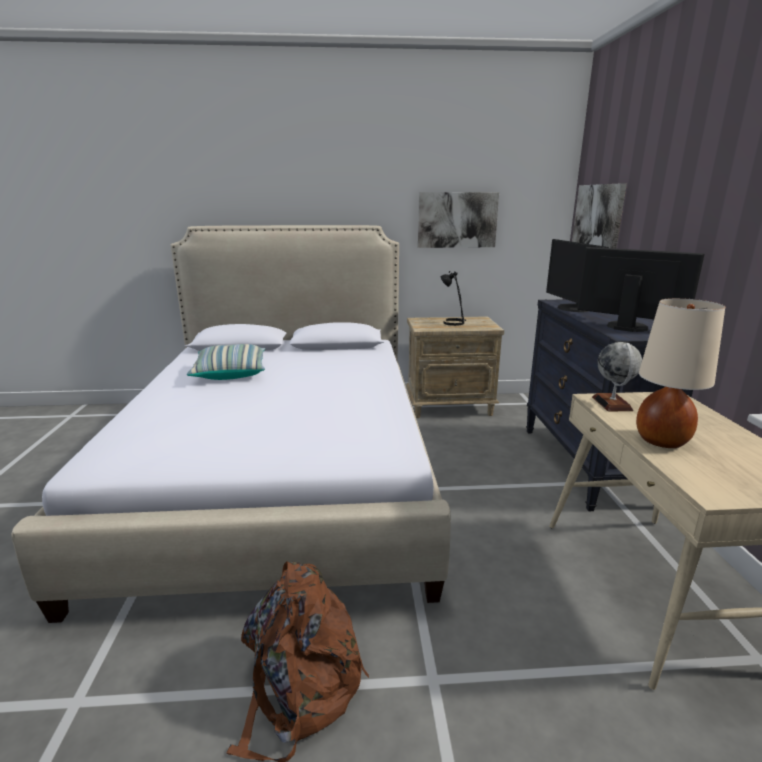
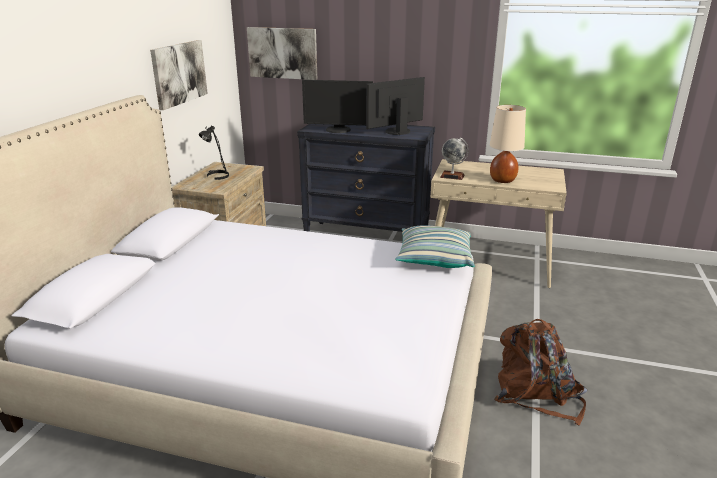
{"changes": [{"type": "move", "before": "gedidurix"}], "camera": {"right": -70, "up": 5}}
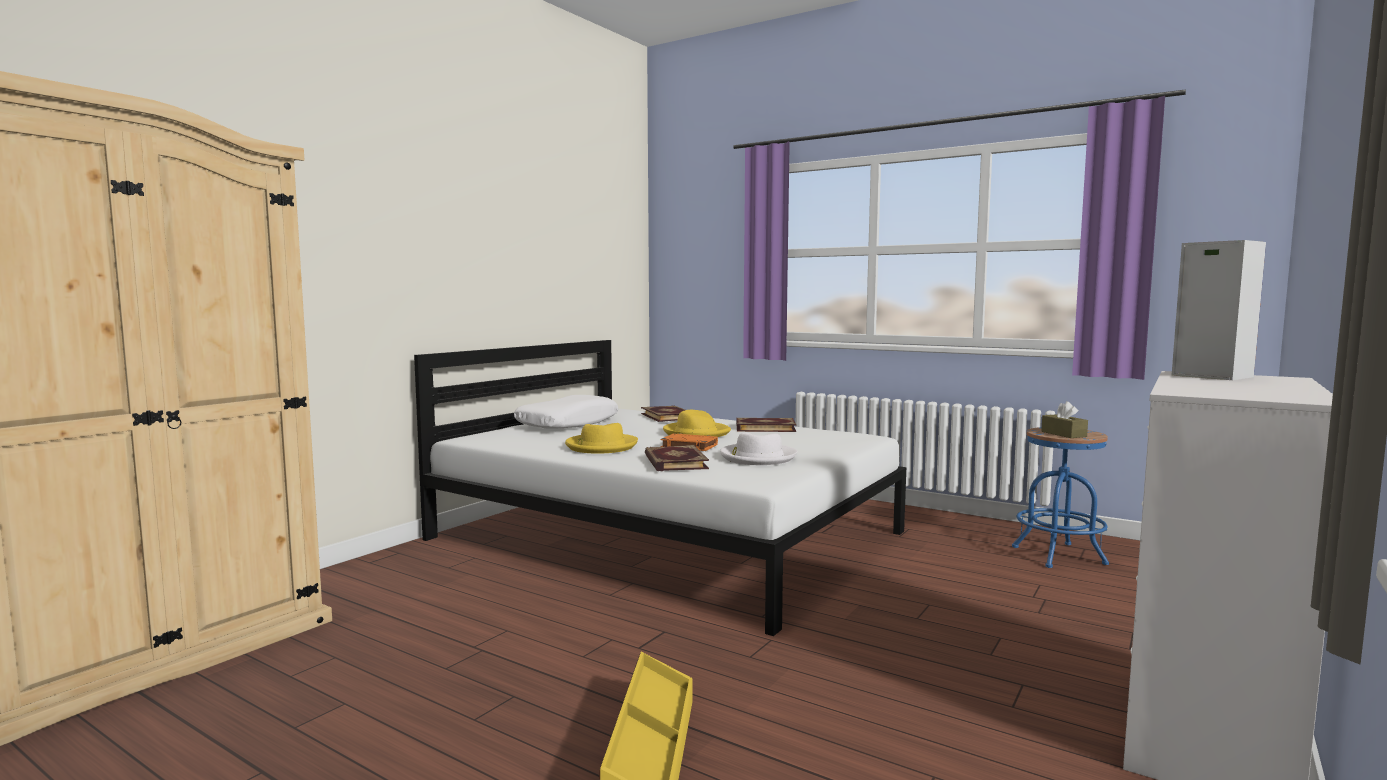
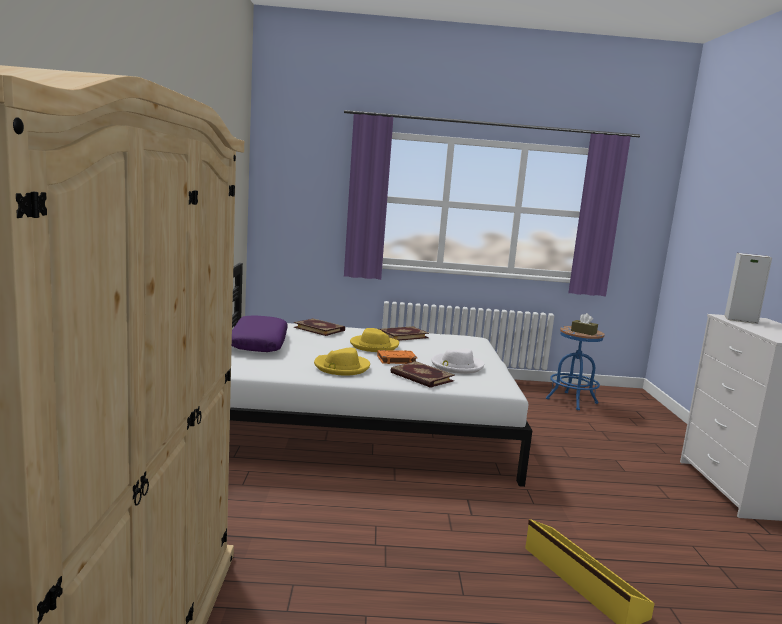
{"changes": [{"type": "recolor", "before": "gedidurix (white)", "after": "gedidurix (purple)"}], "camera": {"right": -35, "up": 5}}
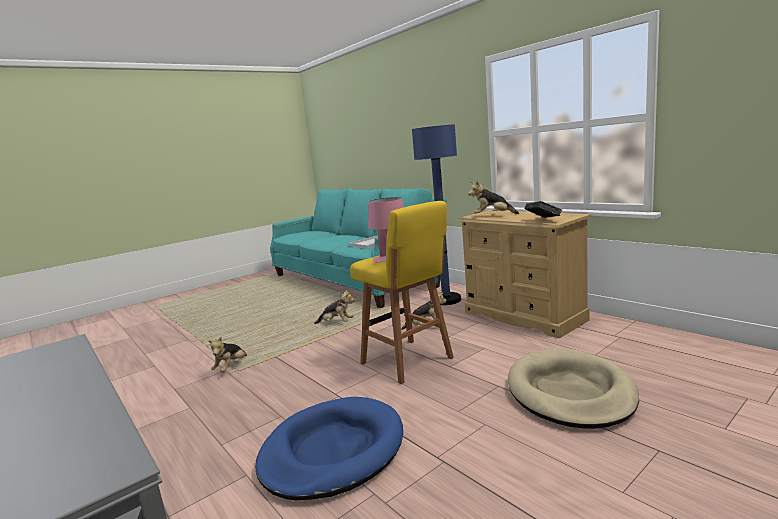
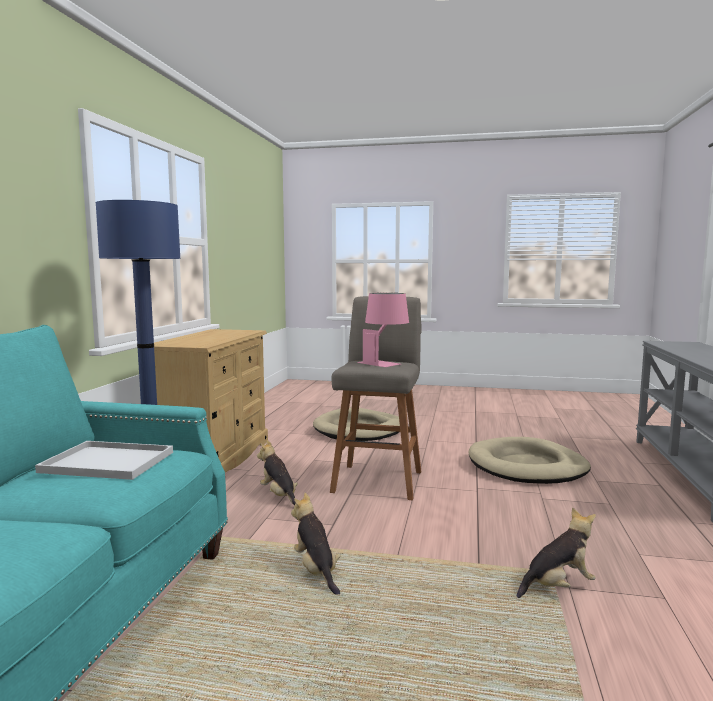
{"changes": [{"type": "recolor", "before": "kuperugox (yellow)", "after": "kuperugox (grey)"}, {"type": "recolor", "before": "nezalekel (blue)", "after": "nezalekel (beige) (2nd from left)"}, {"type": "delete", "before": "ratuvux (4th from left)"}, {"type": "delete", "before": "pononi"}], "camera": {"right": -130, "up": -5}}
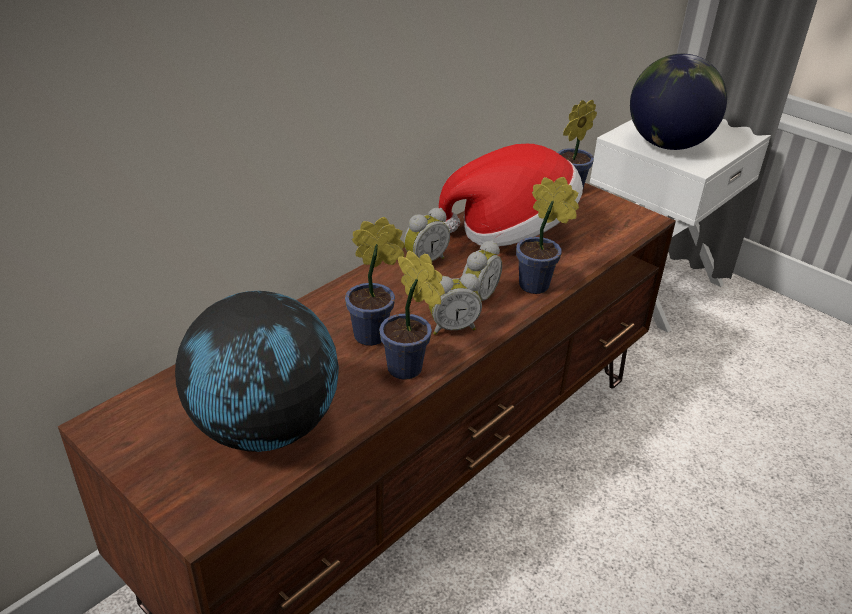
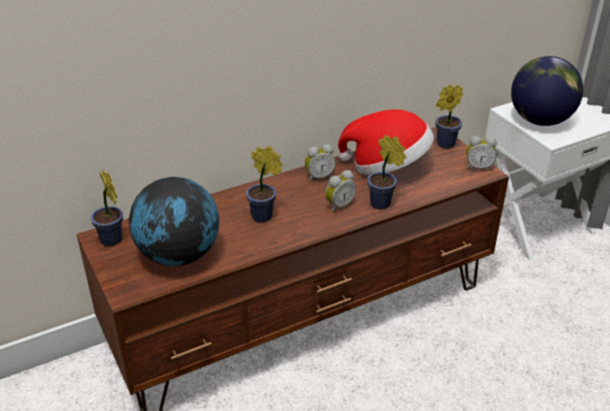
{"changes": [{"type": "move", "before": "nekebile (2nd from left in the first image)", "after": "nekebile (1st from left)"}, {"type": "move", "before": "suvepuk (2nd from left in the first image)", "after": "suvepuk (3rd from left)"}], "camera": {"right": 20, "up": 0}}
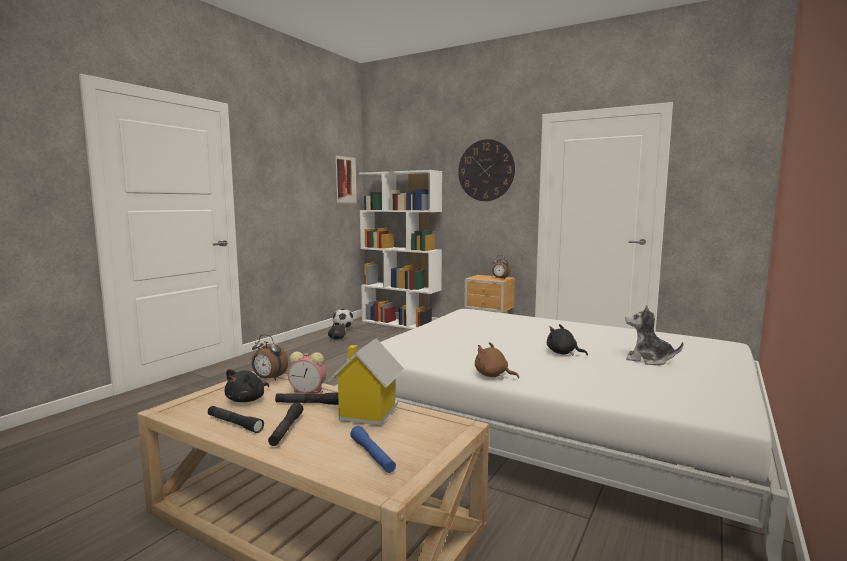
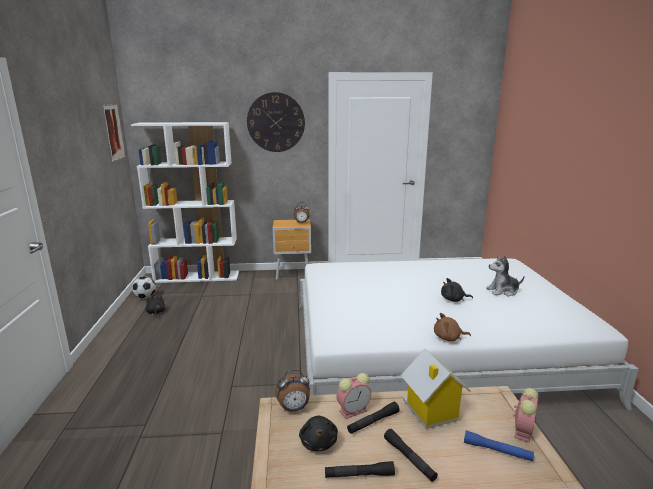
{"changes": [{"type": "insert", "after": "suvepuk (4th from left)"}], "camera": {"right": -35, "up": 10}}
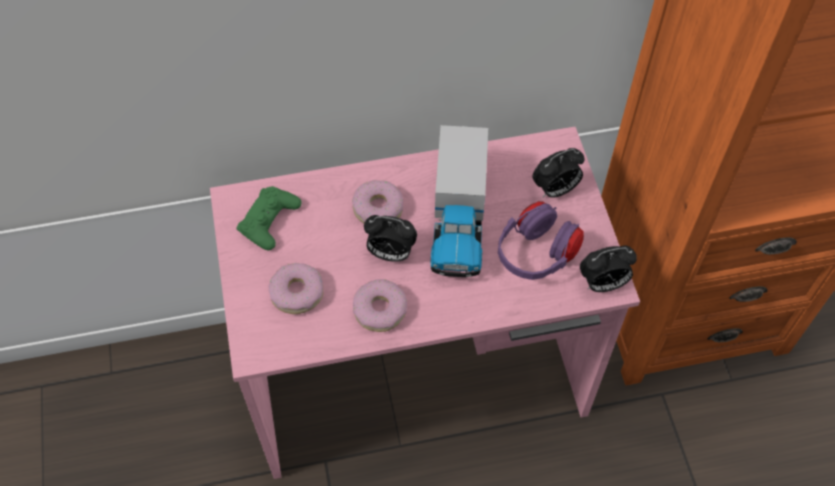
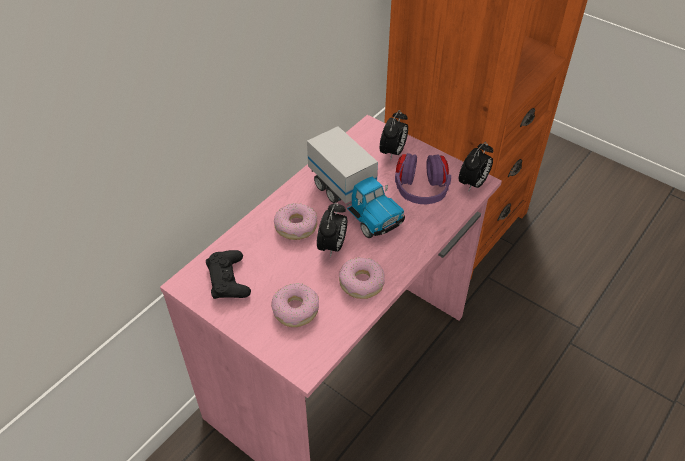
{"changes": [{"type": "recolor", "before": "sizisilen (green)", "after": "sizisilen (black)"}, {"type": "rotate", "before": "suvepuk (1st from left)", "turn": -45}], "camera": {"right": -40, "up": -10}}
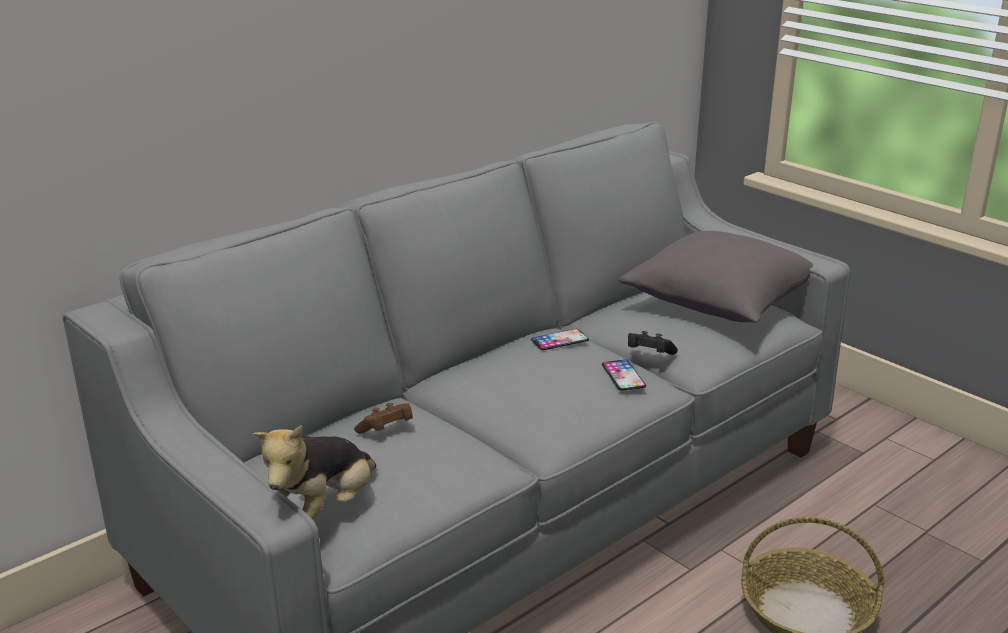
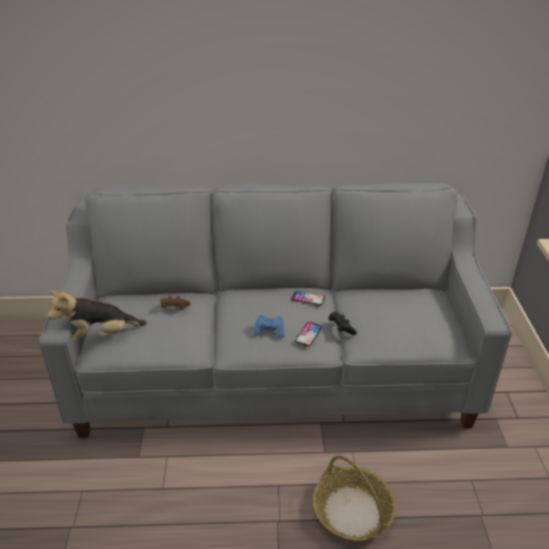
{"changes": [{"type": "insert", "after": "sizisilen (blue)"}, {"type": "delete", "before": "gedidurix (grey)"}], "camera": {"right": 40, "up": 10}}
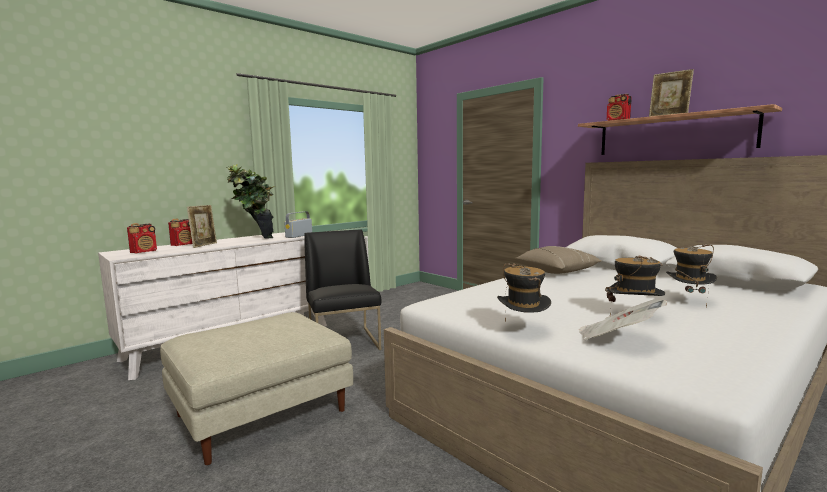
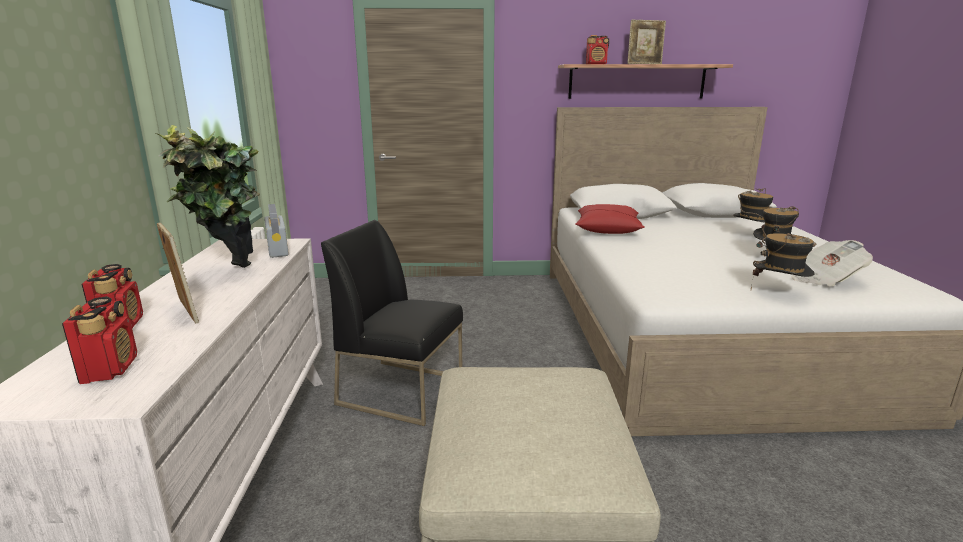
{"changes": [{"type": "recolor", "before": "gedidurix (beige)", "after": "gedidurix (red)"}], "camera": {"right": -50, "up": 10}}
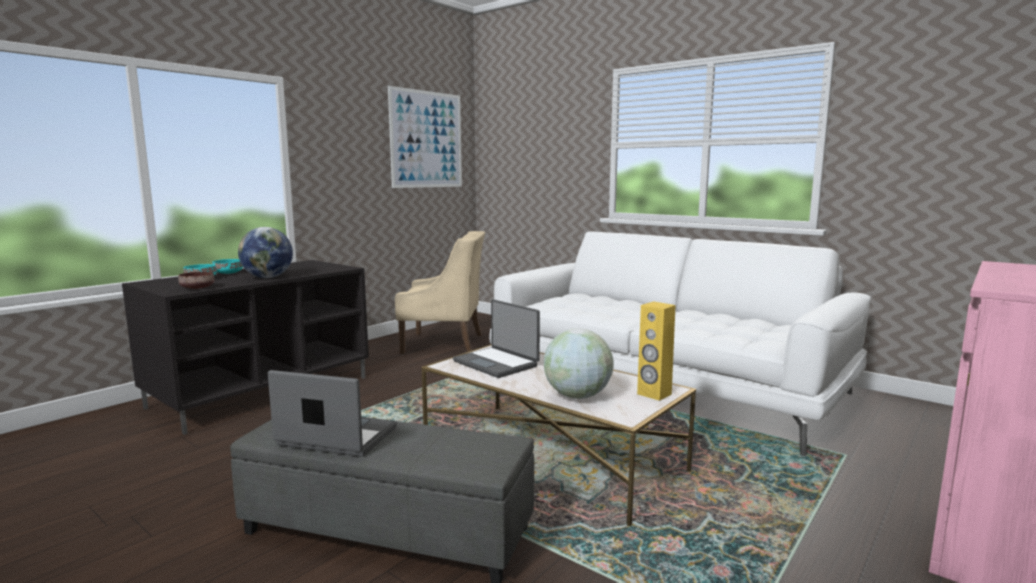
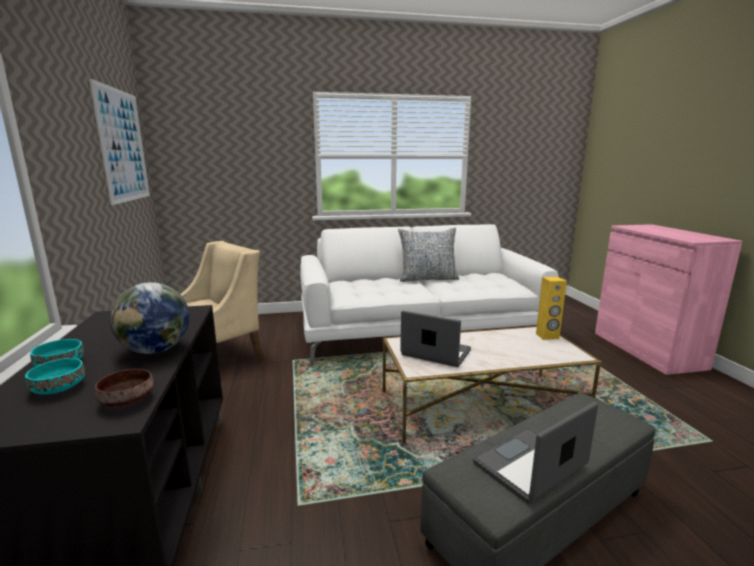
{"changes": [{"type": "insert", "after": "gedidurix"}, {"type": "rotate", "before": "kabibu (2nd from left in the first image)", "turn": -150}, {"type": "delete", "before": "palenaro (2nd from left)"}], "camera": {"right": -50, "up": 5}}
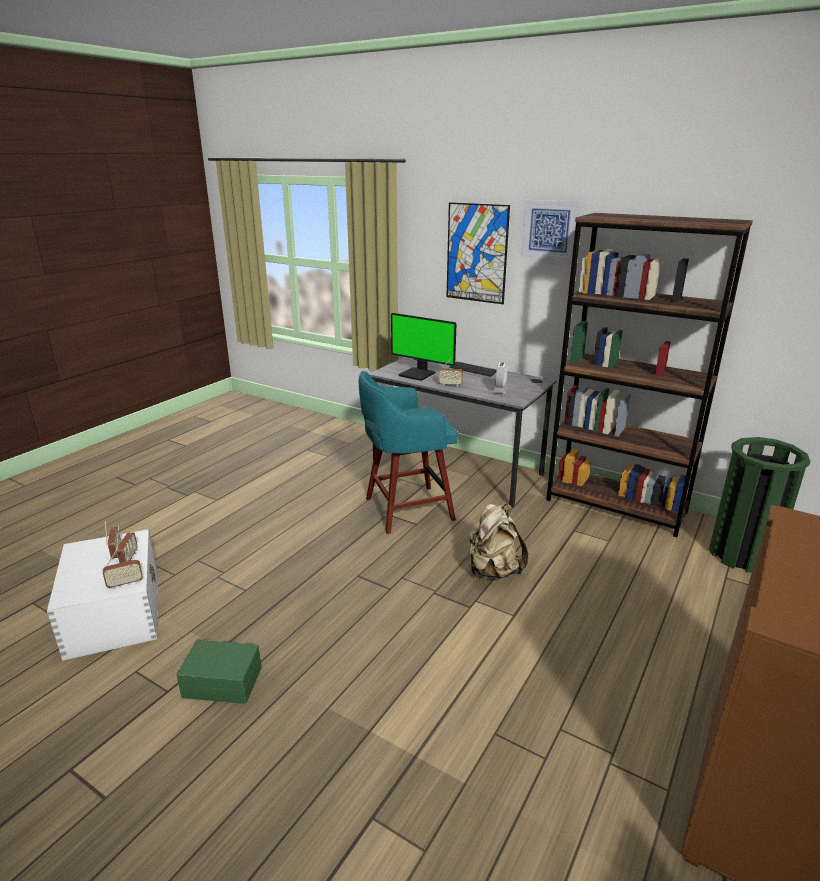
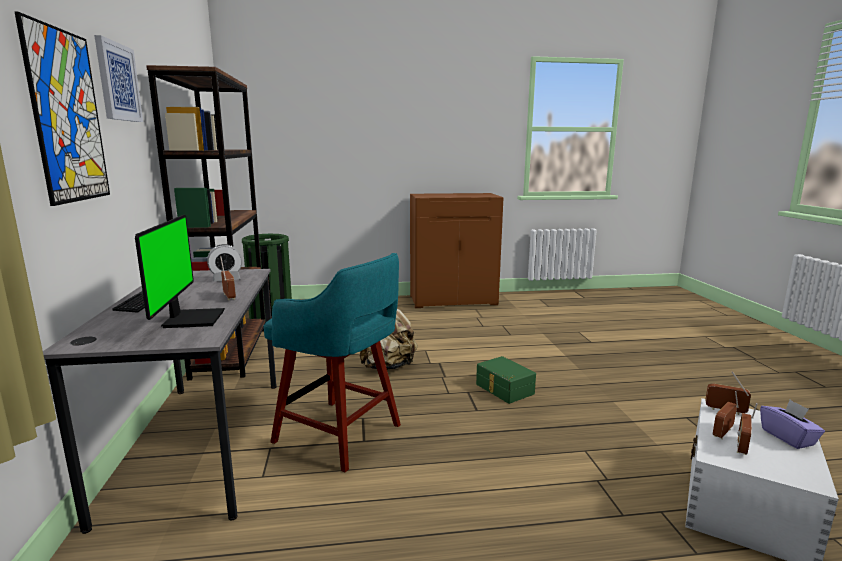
{"changes": [{"type": "move", "before": "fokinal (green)"}, {"type": "insert", "after": "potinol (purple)"}], "camera": {"right": -130, "up": -10}}
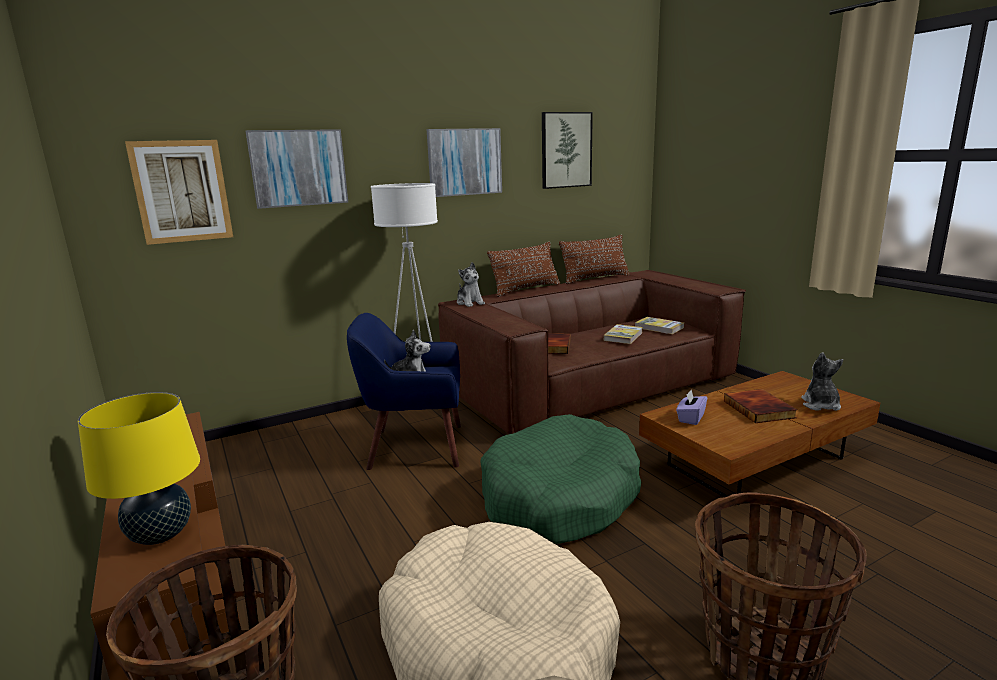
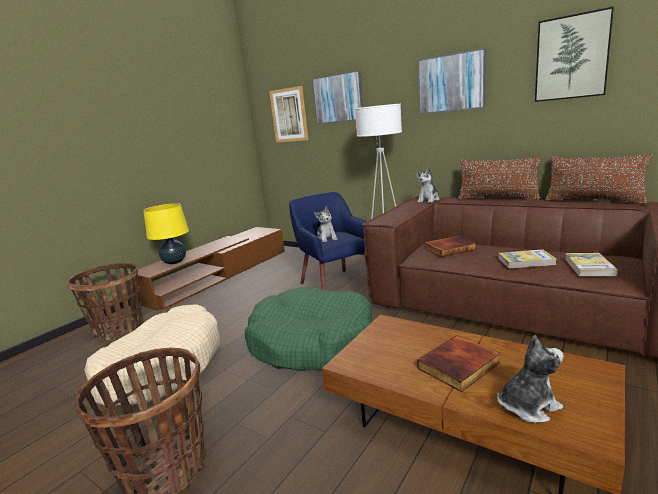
{"changes": [{"type": "delete", "before": "potinol (purple)"}], "camera": {"right": 65, "up": 0}}
